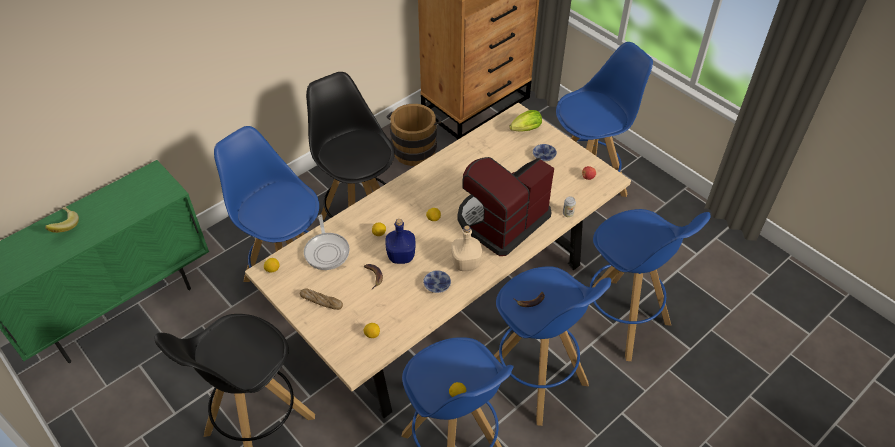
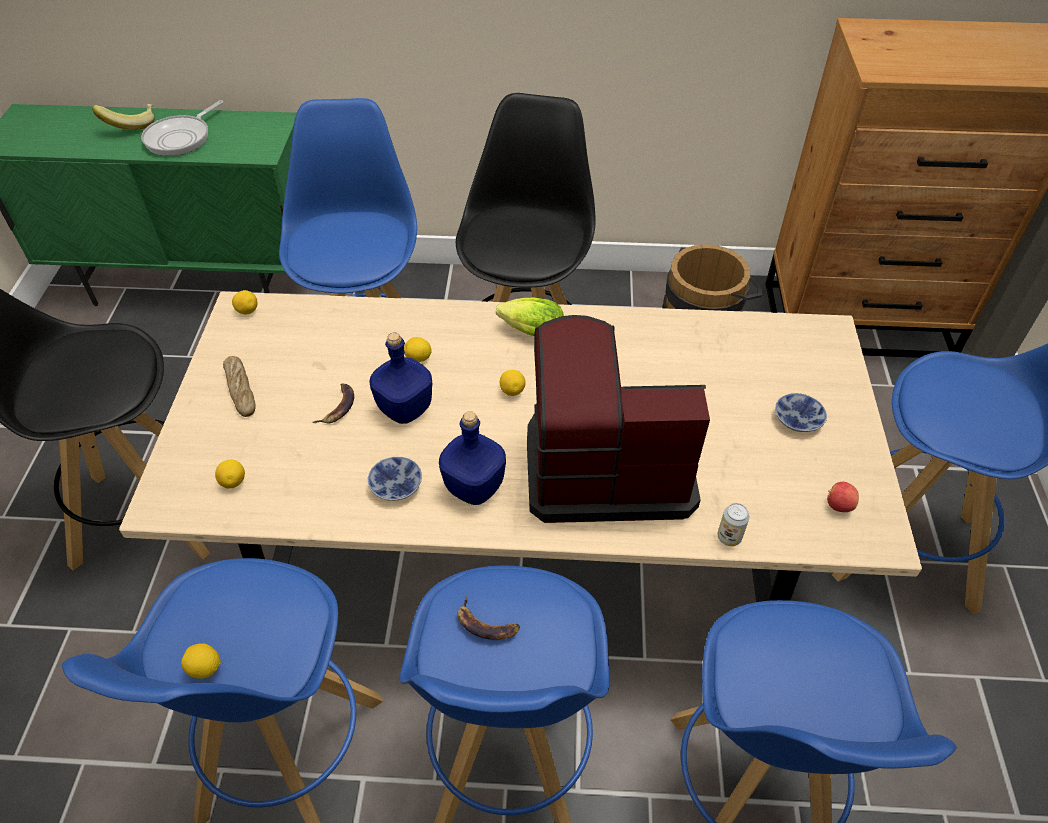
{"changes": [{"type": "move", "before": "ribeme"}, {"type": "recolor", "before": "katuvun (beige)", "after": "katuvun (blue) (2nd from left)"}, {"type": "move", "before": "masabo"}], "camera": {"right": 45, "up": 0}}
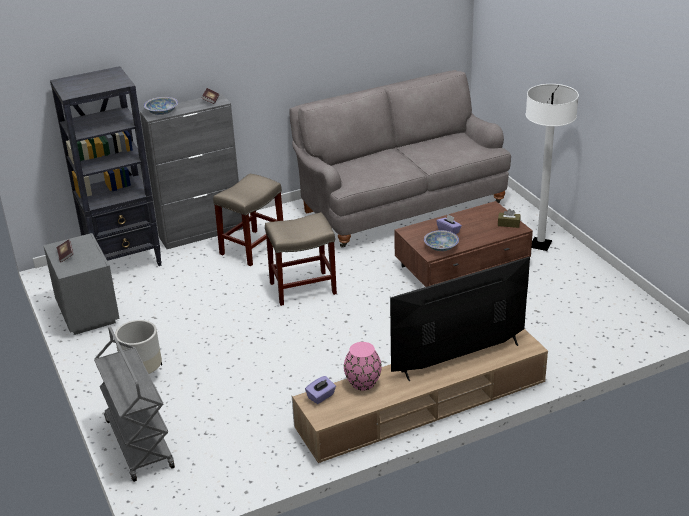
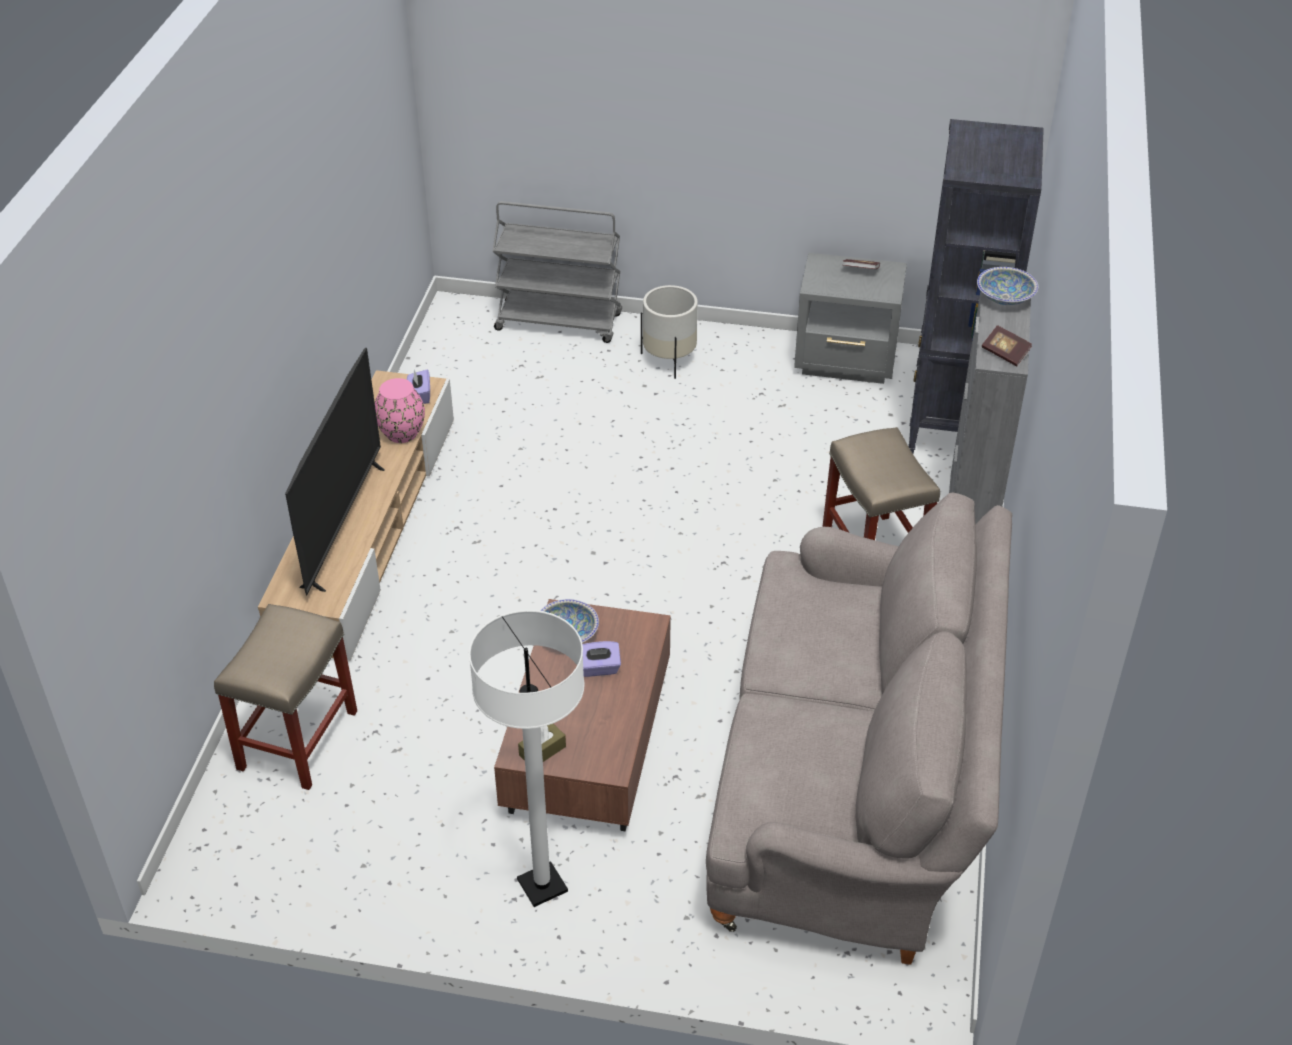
{"changes": [{"type": "move", "before": "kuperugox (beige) (2nd from left in the first image)", "after": "kuperugox (beige) (1st from left)"}], "camera": {"right": 125, "up": 10}}
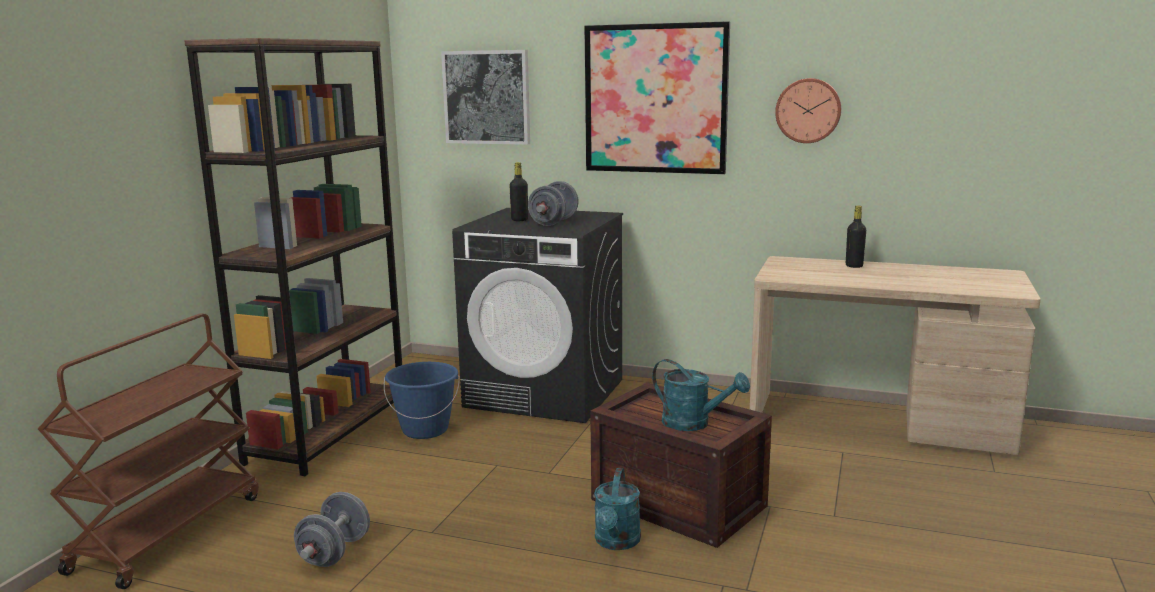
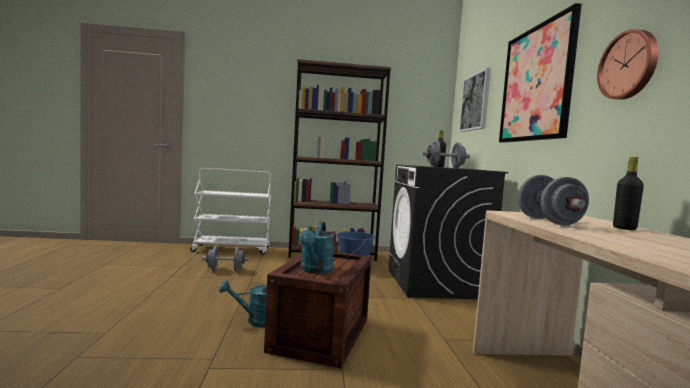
{"changes": [{"type": "recolor", "before": "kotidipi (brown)", "after": "kotidipi (white)"}, {"type": "insert", "after": "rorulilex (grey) (3rd from left)"}], "camera": {"right": 65, "up": -10}}
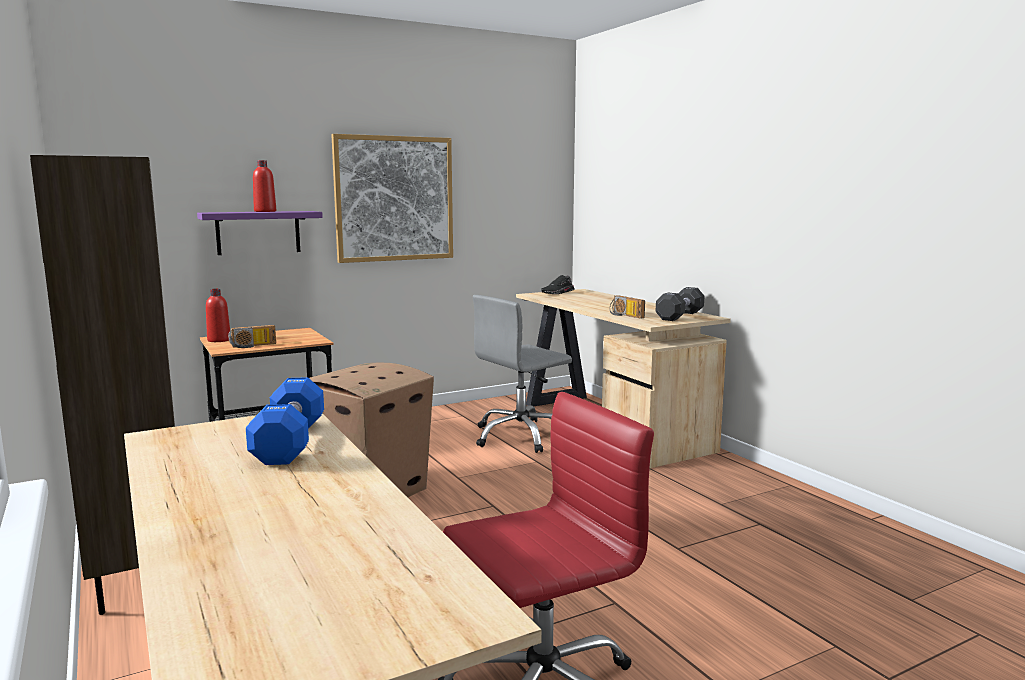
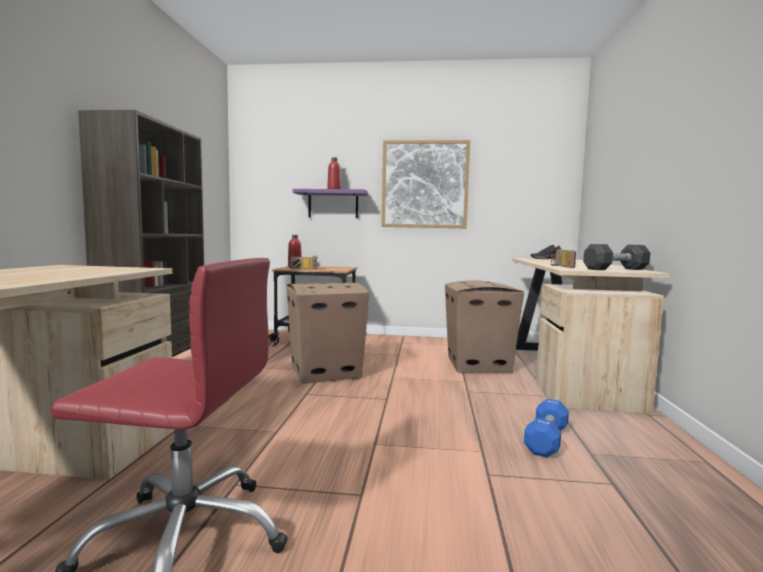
{"changes": [{"type": "replace", "before": "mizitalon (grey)", "after": "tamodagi (2nd from left)"}, {"type": "move", "before": "rorulilex (blue)"}], "camera": {"right": 35, "up": -5}}
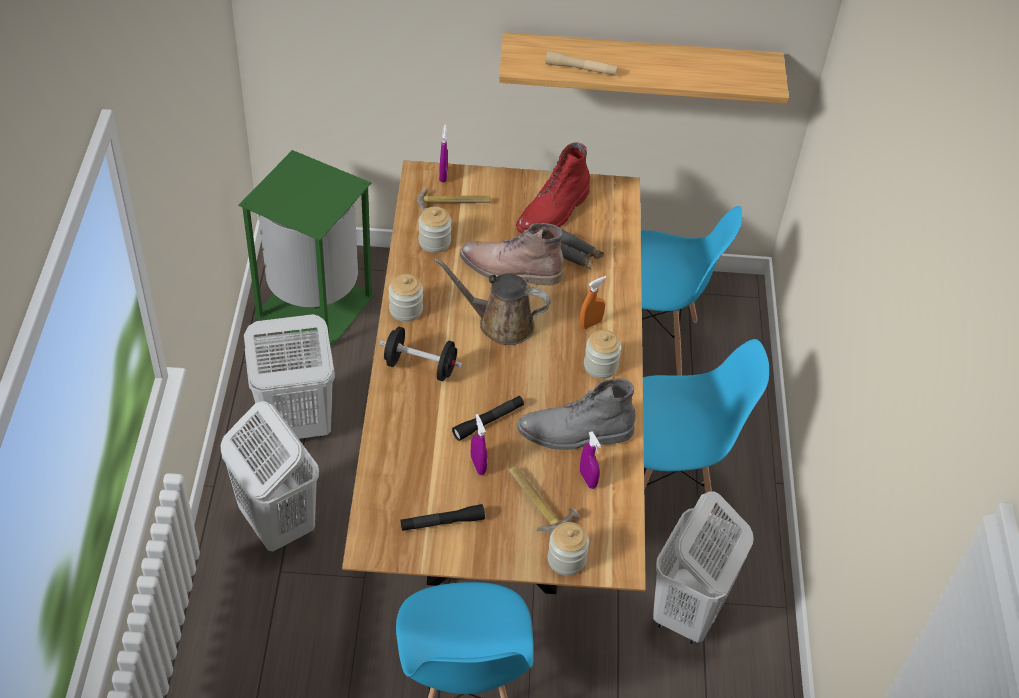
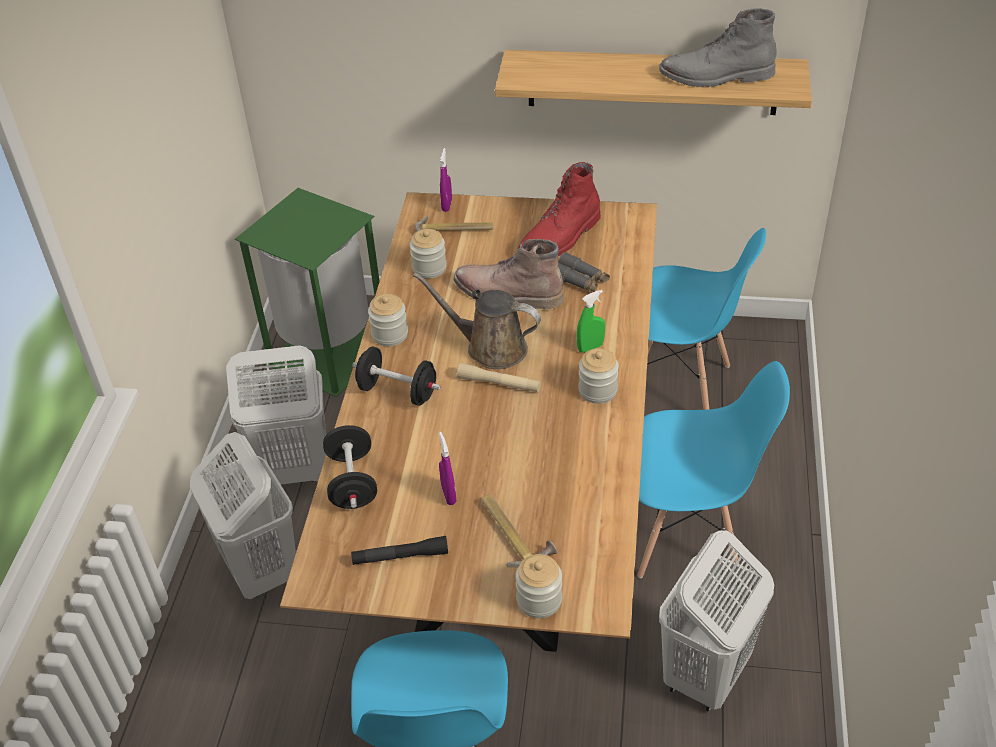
{"changes": [{"type": "insert", "after": "rorulilex (black) (1st from left)"}, {"type": "move", "before": "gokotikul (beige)"}, {"type": "recolor", "before": "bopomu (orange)", "after": "bopomu (green)"}, {"type": "move", "before": "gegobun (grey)"}, {"type": "delete", "before": "gokotikul (black) (2nd from left)"}, {"type": "delete", "before": "bopomu (purple) (3rd from left)"}], "camera": {"right": 10, "up": -5}}
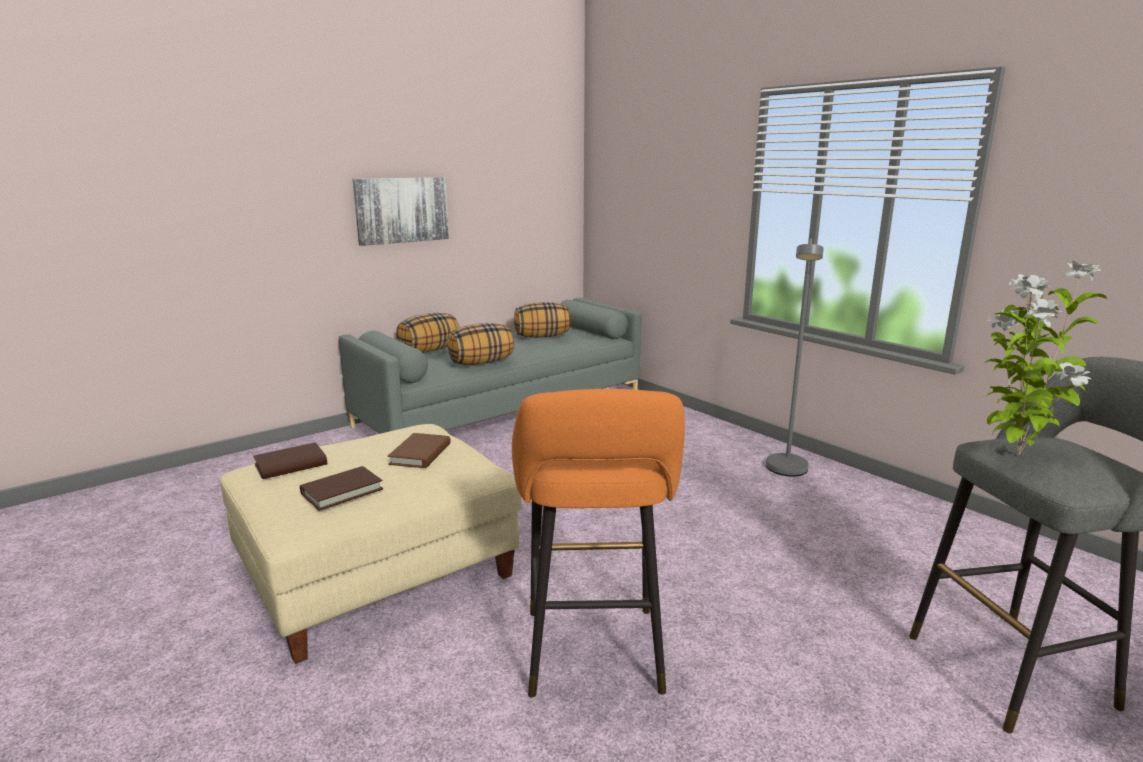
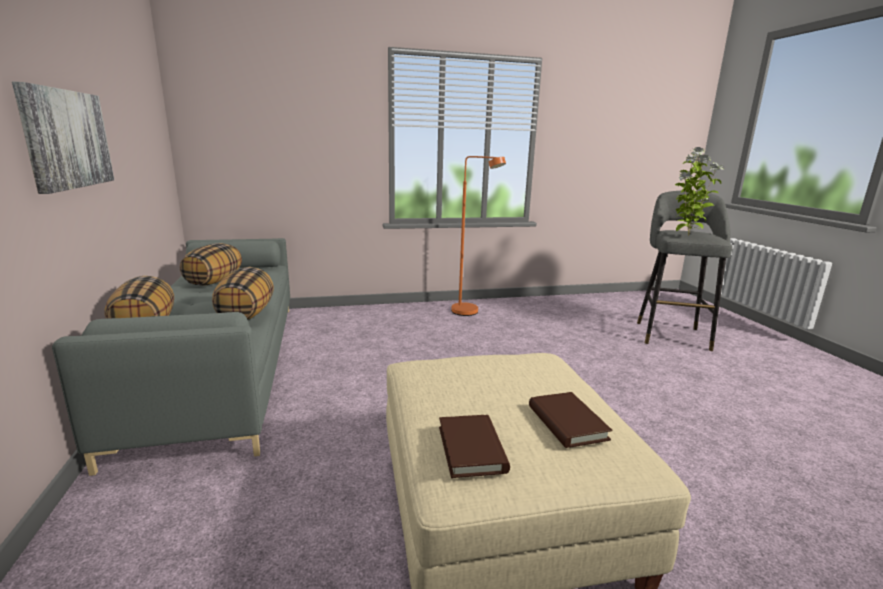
{"changes": [{"type": "recolor", "before": "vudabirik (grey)", "after": "vudabirik (orange)"}, {"type": "delete", "before": "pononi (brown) (3rd from left)"}, {"type": "delete", "before": "kuperugox (orange)"}], "camera": {"right": -65, "up": 0}}
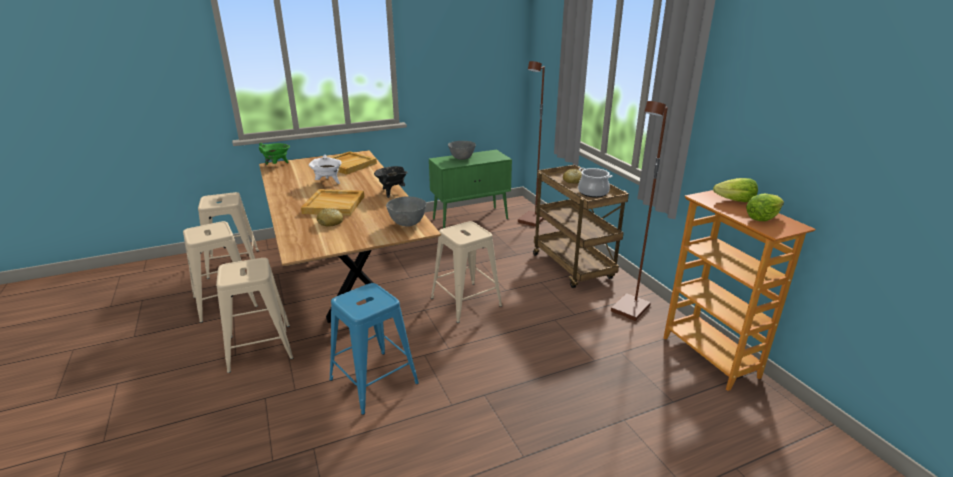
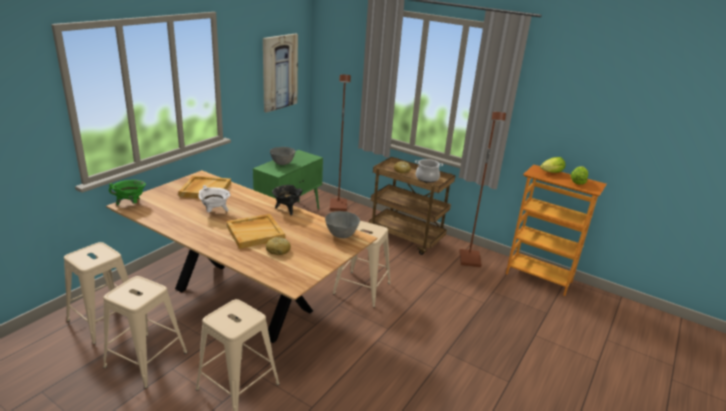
{"changes": [{"type": "insert", "after": "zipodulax"}, {"type": "delete", "before": "kuperugox (blue)"}], "camera": {"right": -35, "up": 0}}
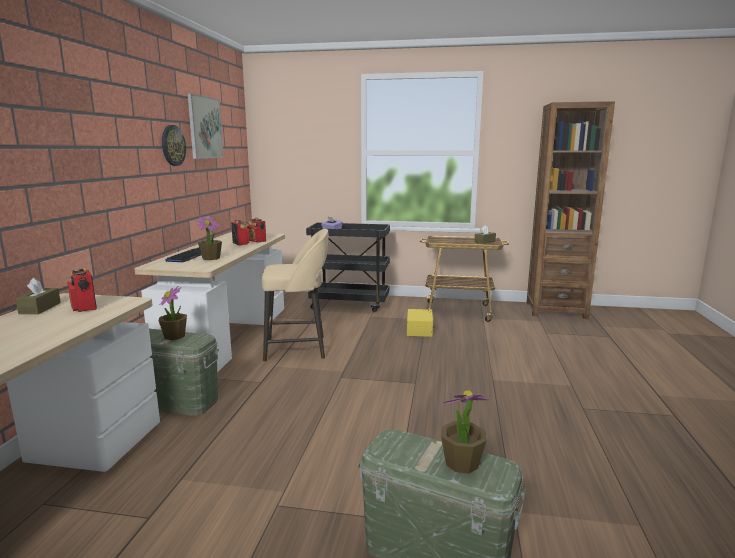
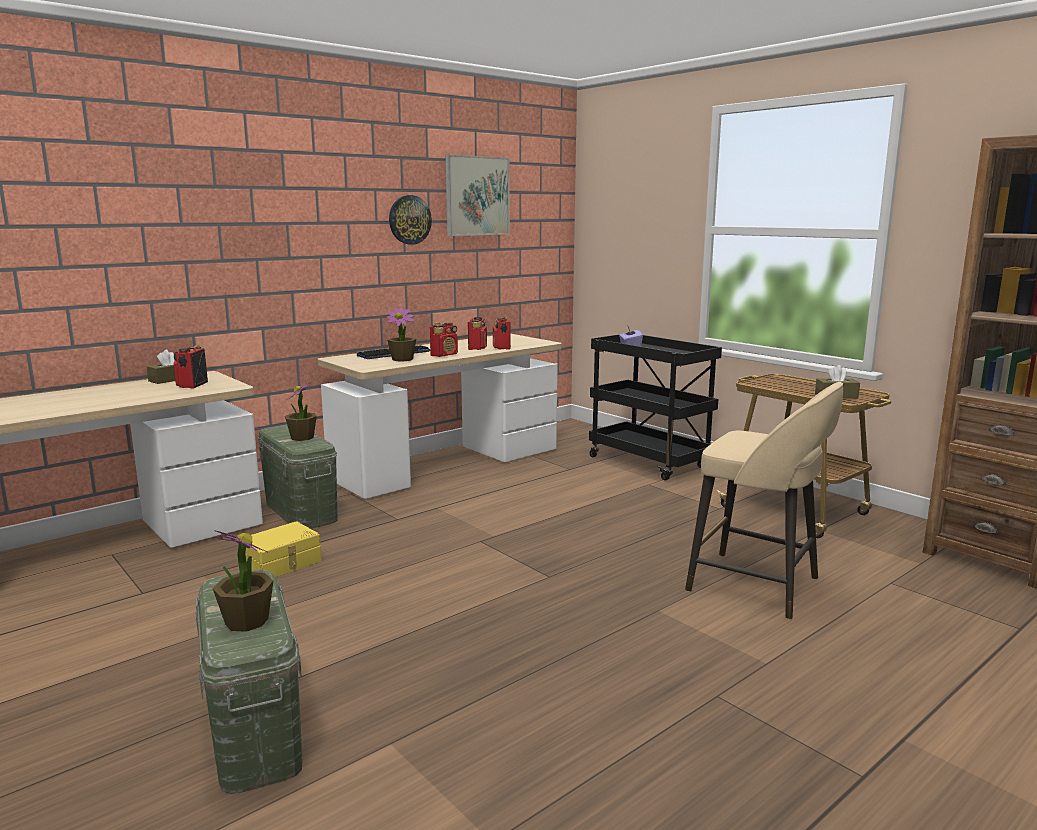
{"changes": [{"type": "move", "before": "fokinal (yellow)"}, {"type": "insert", "after": "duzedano (2nd from left)"}, {"type": "move", "before": "kuperugox (beige)"}], "camera": {"right": 40, "up": 0}}
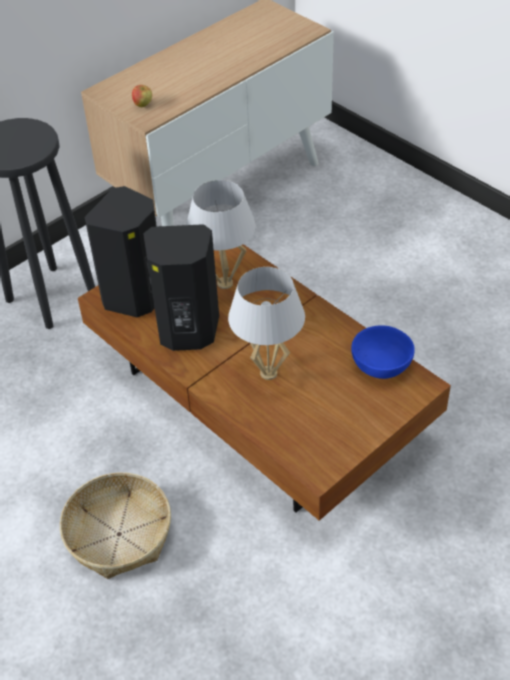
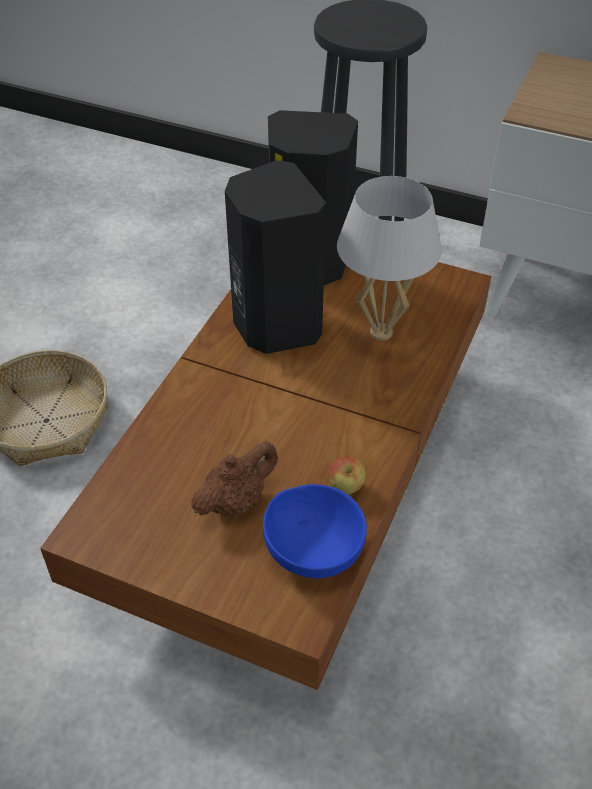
{"changes": [{"type": "insert", "after": "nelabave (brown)"}, {"type": "move", "before": "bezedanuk"}, {"type": "delete", "before": "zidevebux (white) (2nd from left)"}], "camera": {"right": 65, "up": 0}}
